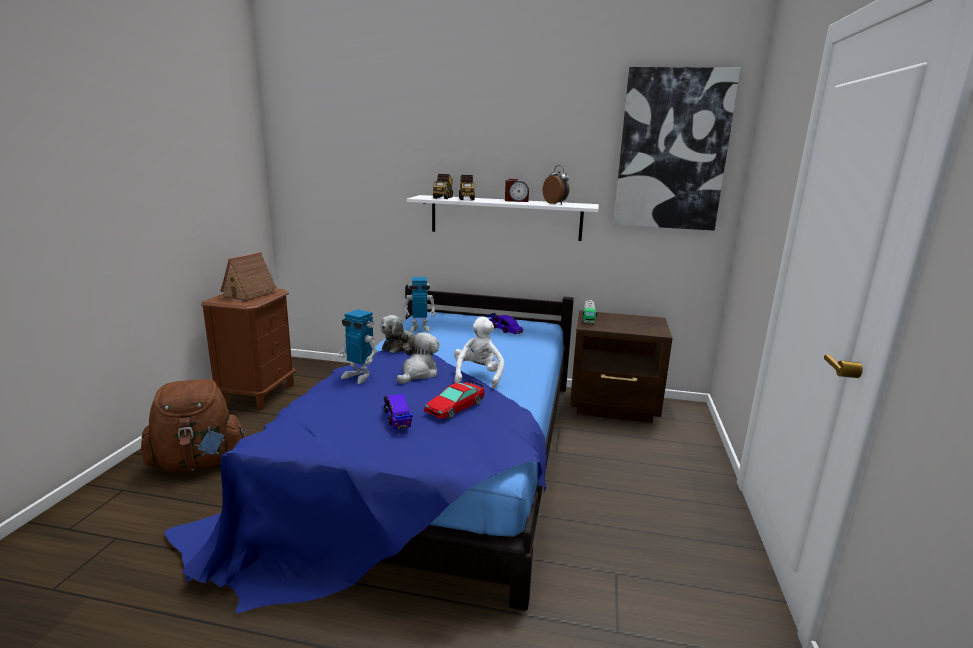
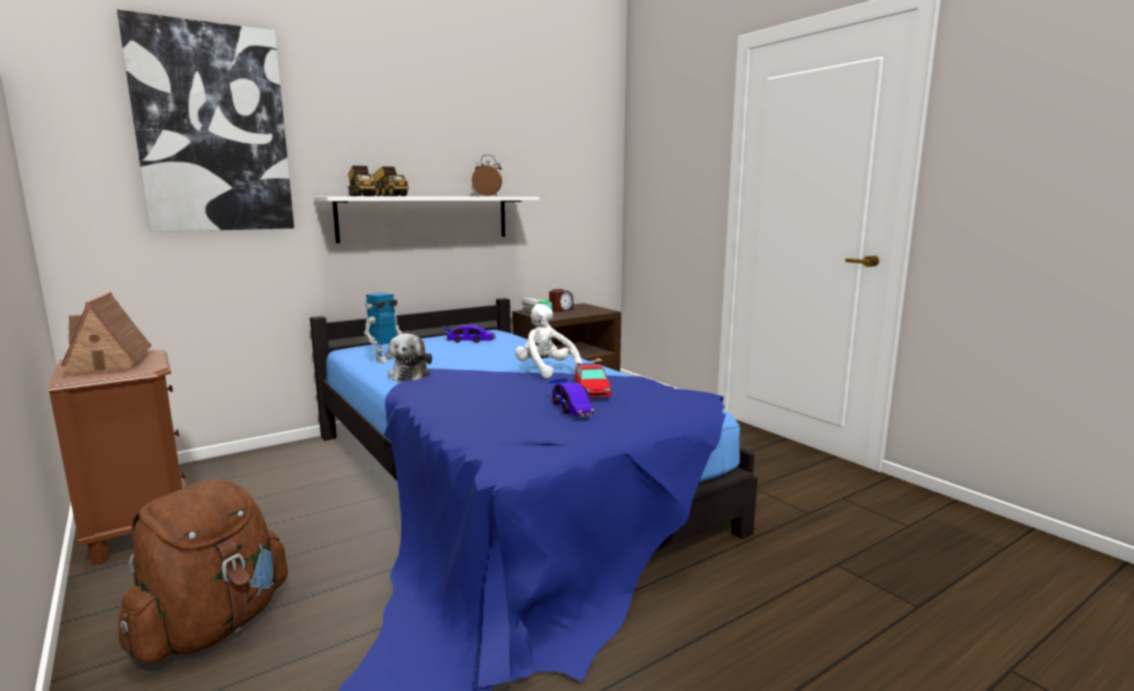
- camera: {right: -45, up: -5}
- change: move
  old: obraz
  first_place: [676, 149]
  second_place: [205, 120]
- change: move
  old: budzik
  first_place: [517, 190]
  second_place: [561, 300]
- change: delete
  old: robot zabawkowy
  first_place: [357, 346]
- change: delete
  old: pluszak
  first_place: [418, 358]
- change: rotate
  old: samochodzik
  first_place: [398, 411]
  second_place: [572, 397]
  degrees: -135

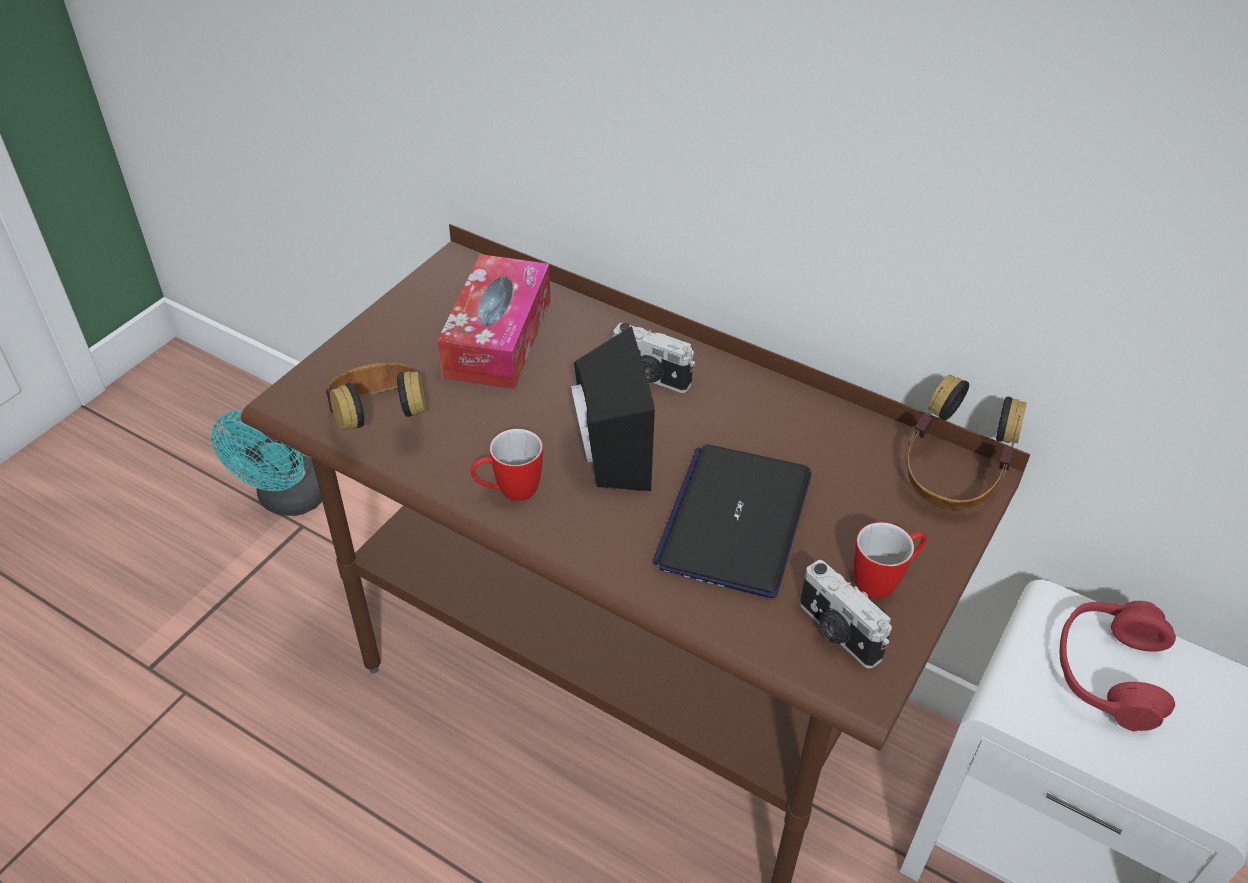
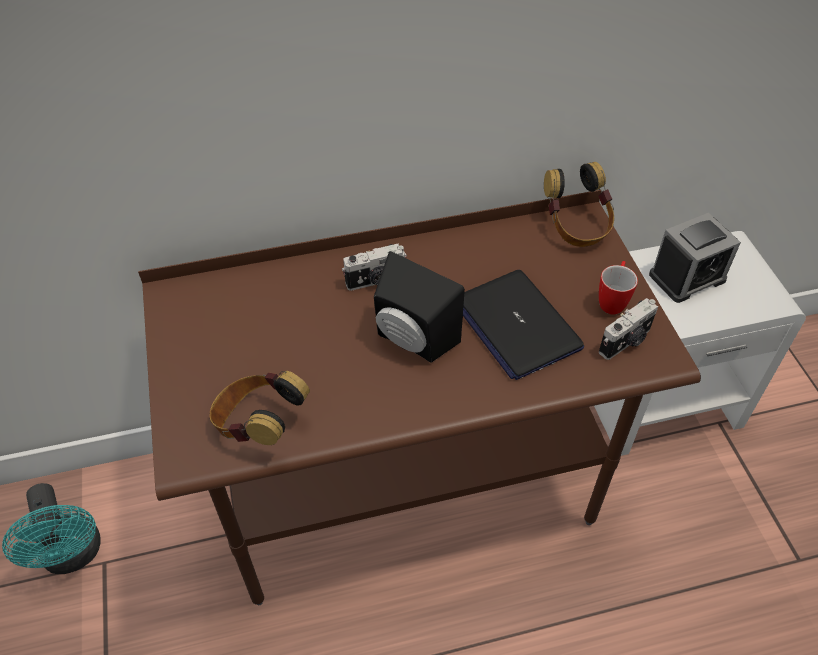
- camera: {right: -45, up: 5}
- change: delete
  old: pudełko chusteczek
  first_place: [494, 321]
- change: delete
  old: kubek
  first_place: [507, 465]
- change: rotate
  old: aparat fotograficzny
  first_place: [846, 614]
  second_place: [628, 329]
  degrees: -45
- change: replace
  old: słuchawki/czerwony
  new: budzik
  first_place: [1118, 666]
  second_place: [695, 258]

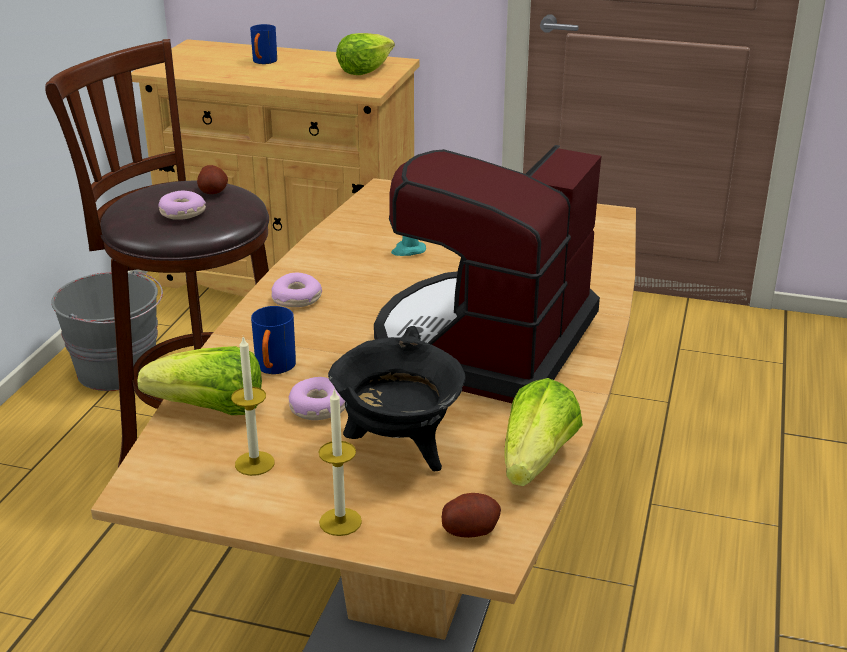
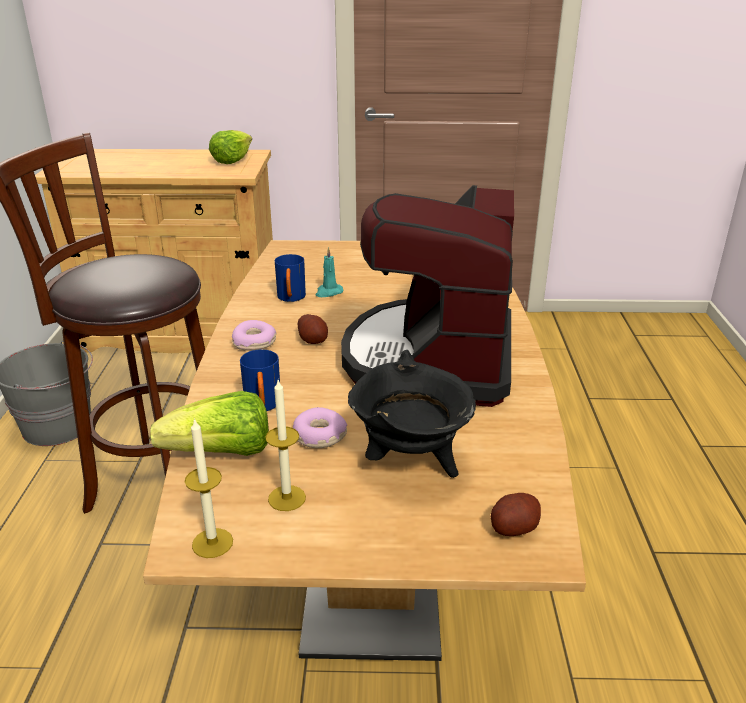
- camera: {right: -15, up: 0}
- change: move
  old: kubek/niebieski
  first_place: [263, 44]
  second_place: [290, 278]
- change: move
  old: ziemniak
  first_place: [212, 179]
  second_place: [313, 329]
- change: delete
  old: donut
  first_place: [182, 205]
- change: delete
  old: sałata
  first_place: [543, 432]
- change: move
  old: świeca
  first_place: [340, 462]
  second_place: [209, 488]

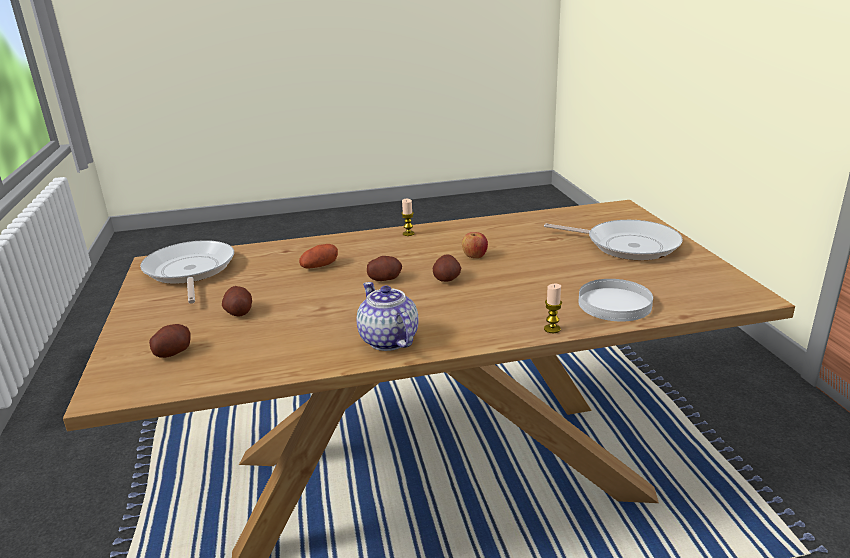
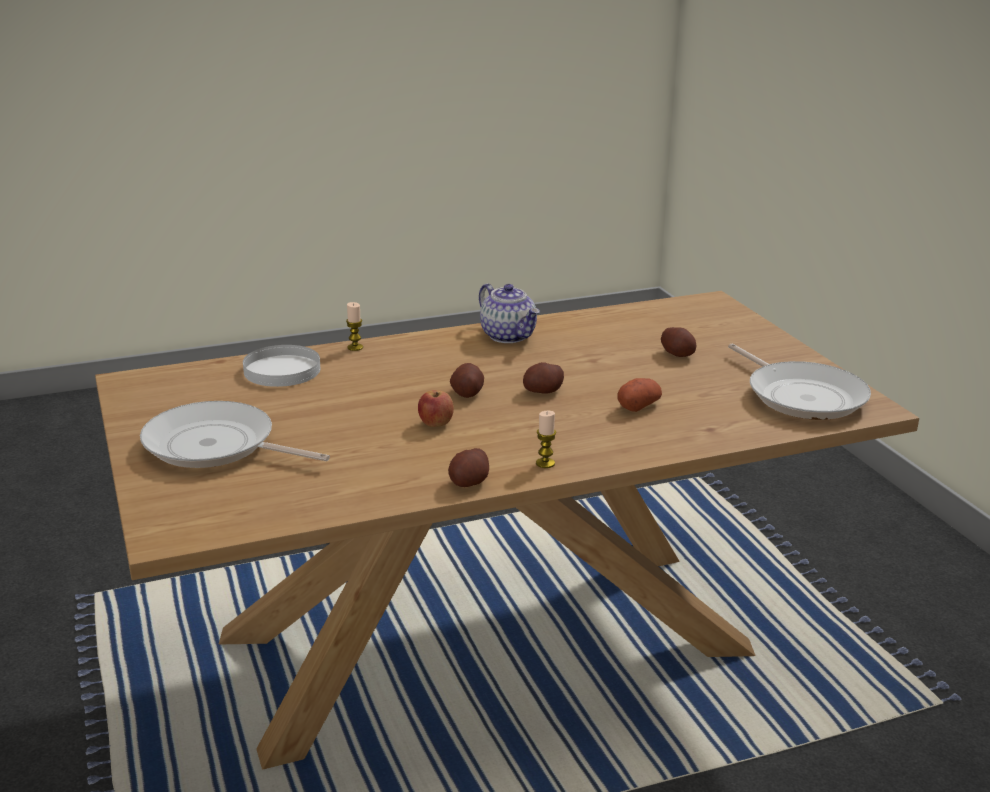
- camera: {right: 170, up: 0}
- change: move
  old: ziemniak
  first_place: [169, 341]
  second_place: [468, 467]

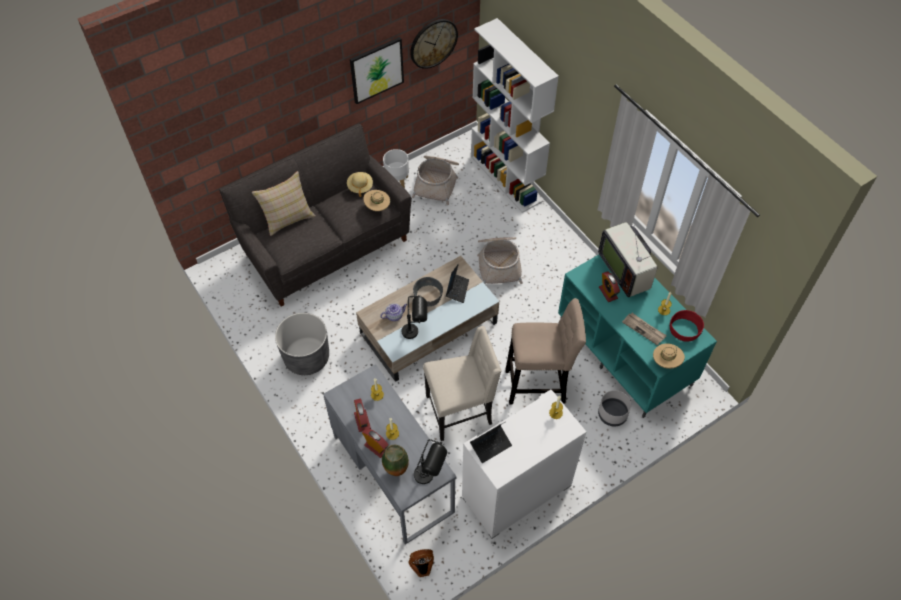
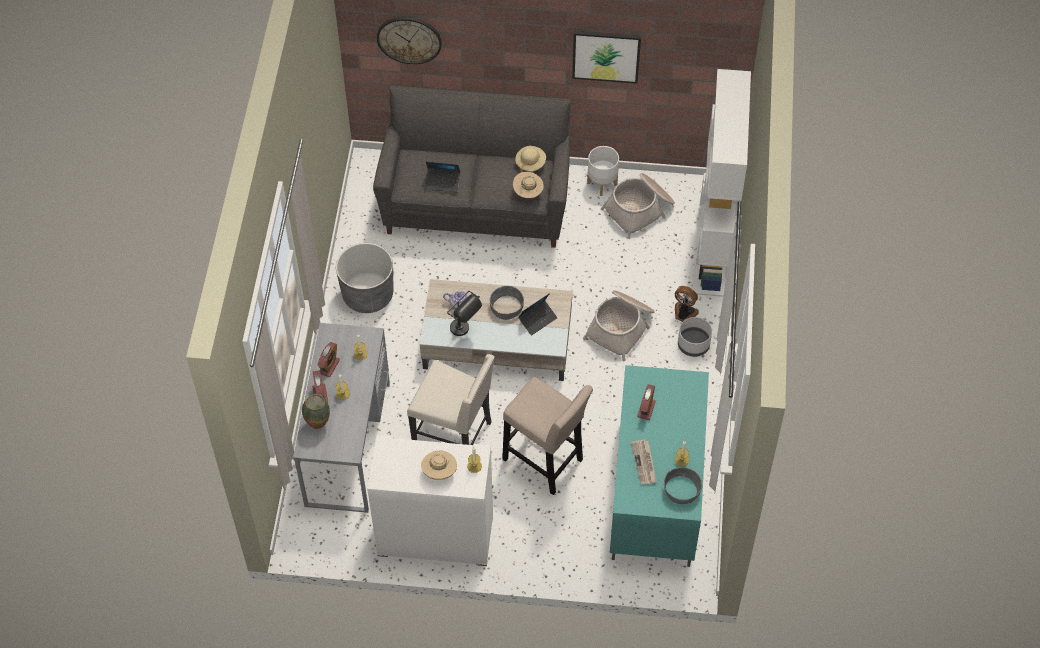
- camera: {right: 40, up: 0}
- change: move
  old: zegar ścienny
  first_place: [434, 44]
  second_place: [409, 40]
- change: delete
  old: poduszka/beżowy
  first_place: [283, 203]
- change: delete
  old: telewizor
  first_place: [627, 259]
- change: recolor
  old: miska/czerwony
  new: miska/szary
  first_place: [687, 326]
  second_place: [683, 485]
- change: move
  old: kapelusz/beżowy
  first_place: [669, 356]
  second_place: [439, 465]
- change: move
  old: donica/szary
  first_place: [614, 408]
  second_place: [695, 337]
- change: move
  old: laptop
  first_place: [491, 442]
  second_place: [442, 177]
- change: delete
  old: lampa stołowa/czarny
  first_place: [430, 461]
- change: move
  old: wentylator
  first_place: [421, 563]
  second_place: [687, 304]

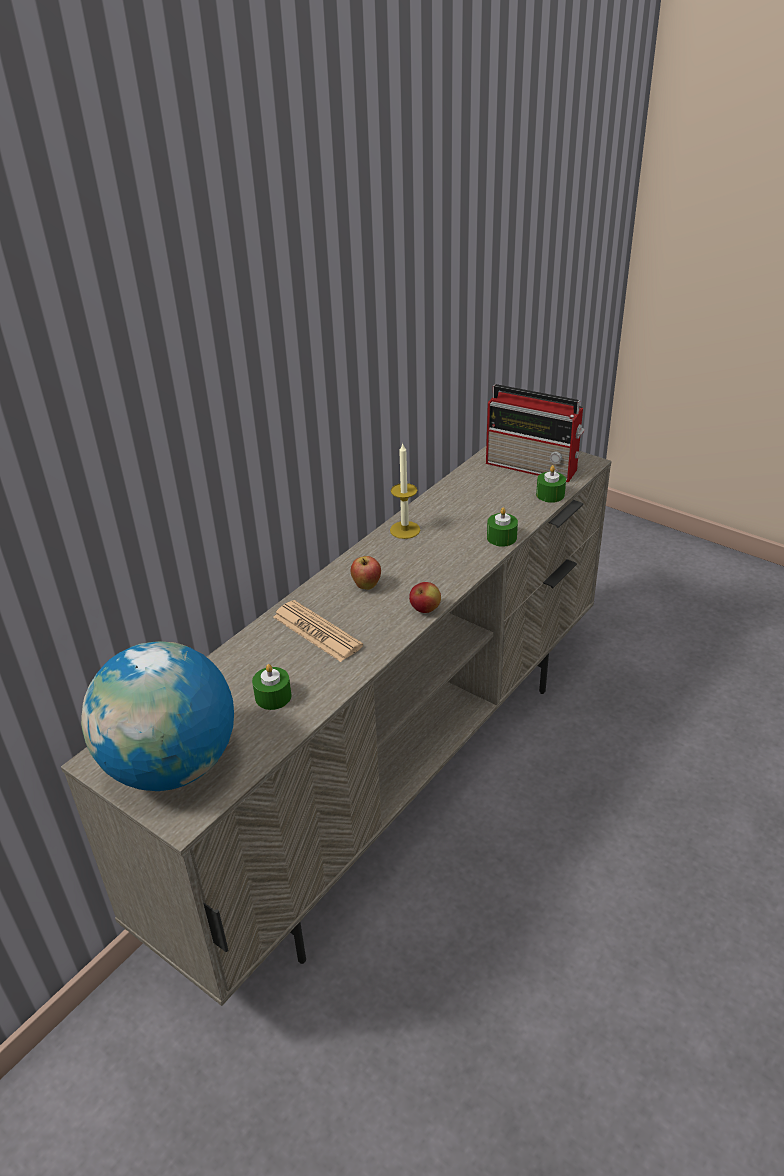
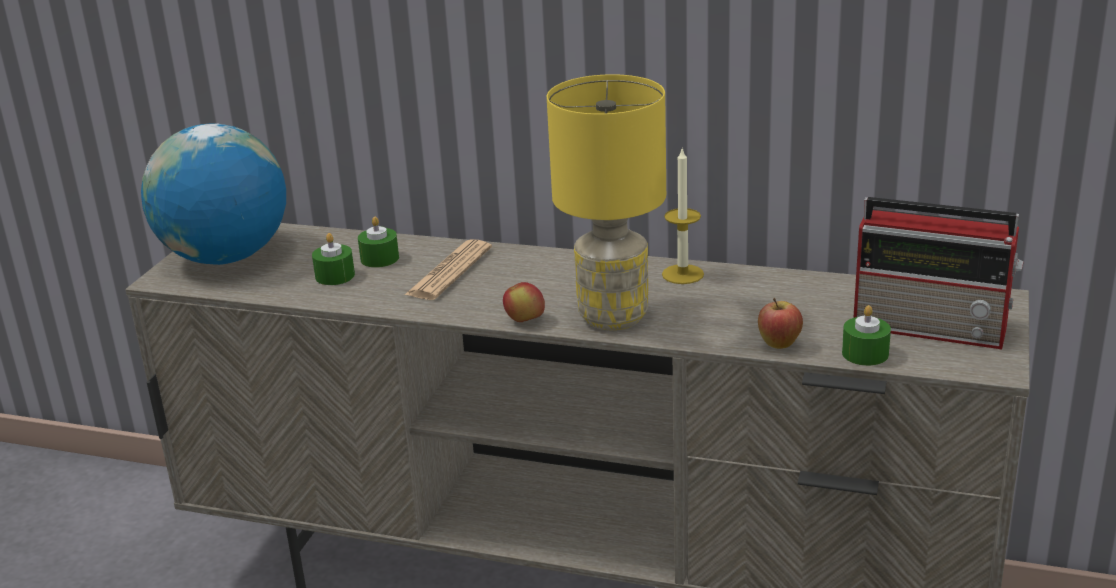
- camera: {right: 70, up: -10}
- change: rotate
  old: radio
  first_place: [535, 433]
  second_place: [938, 273]
  degrees: -75
- change: move
  old: świeca/zielony
  first_place: [502, 527]
  second_place: [378, 242]
- change: move
  old: jabłko
  first_place: [366, 573]
  second_place: [780, 323]
- change: insert
  new: lampa stołowa/żółty
  second_place: [606, 202]

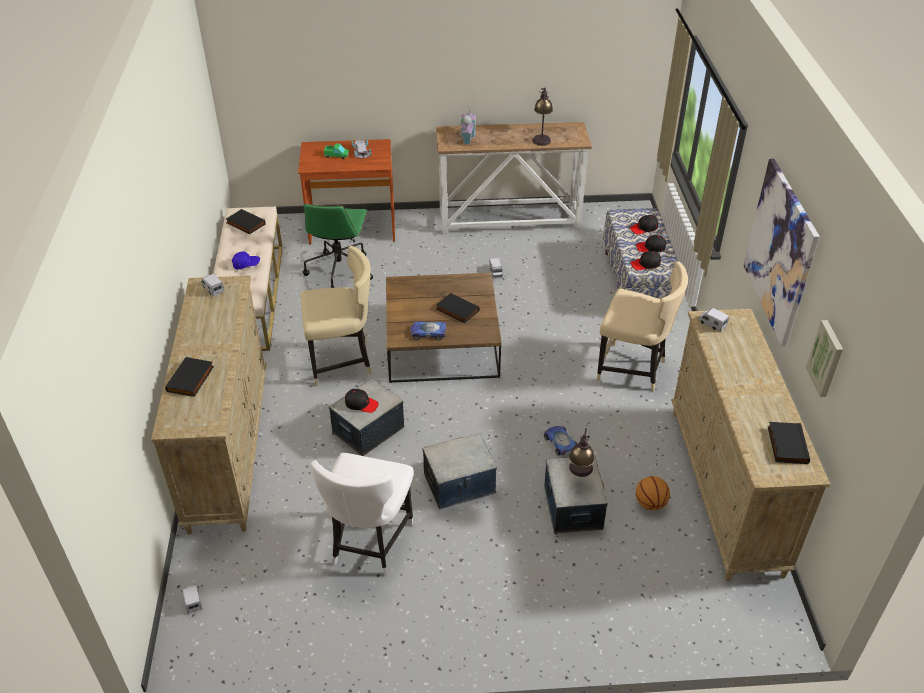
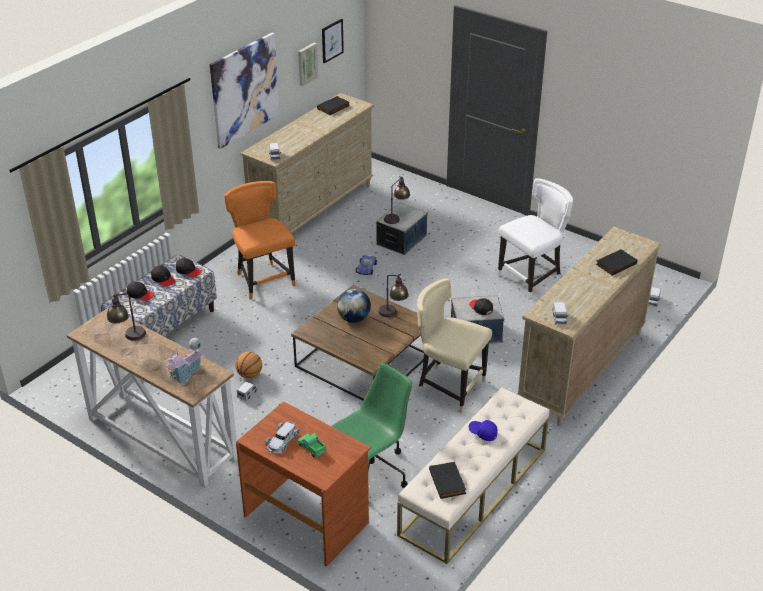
- camera: {right: -140, up: -5}
- change: recolor
  old: krzesło/beżowy
  new: krzesło/pomarańczowy
  first_place: [642, 327]
  second_place: [260, 240]
- change: replace
  old: książka/czarny
  new: globus
  first_place: [458, 308]
  second_place: [354, 306]
- change: replace
  old: samochodzik
  new: lampa stołowa
  first_place: [428, 330]
  second_place: [393, 295]
- change: delete
  old: pojemnik do przechowywania
  first_place: [459, 471]
- change: move
  old: piłka do koszykówki
  first_place: [653, 493]
  second_place: [248, 364]
- change: insert
  new: obraz
  second_place: [333, 41]

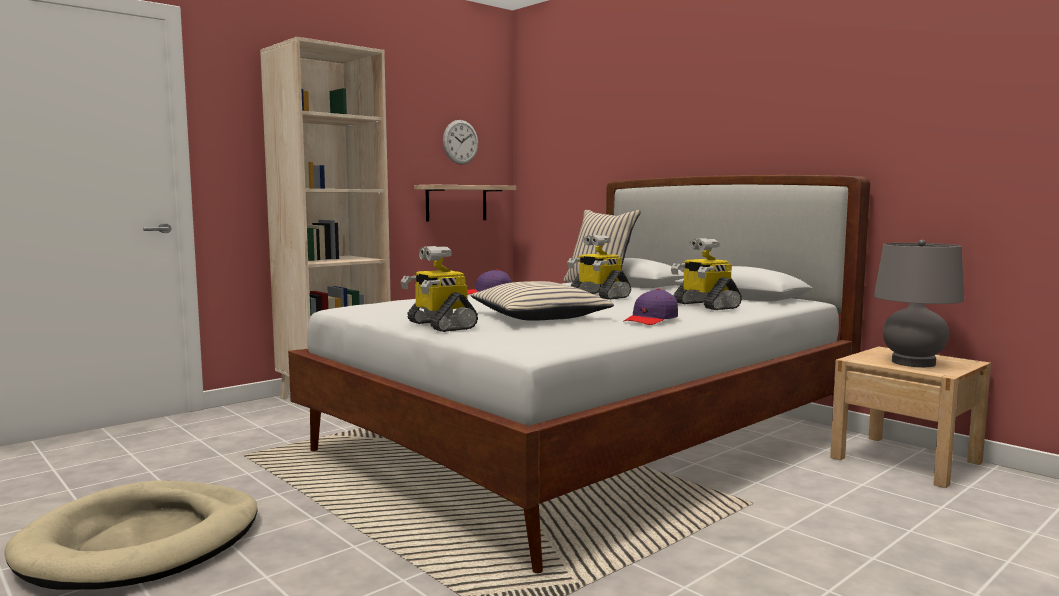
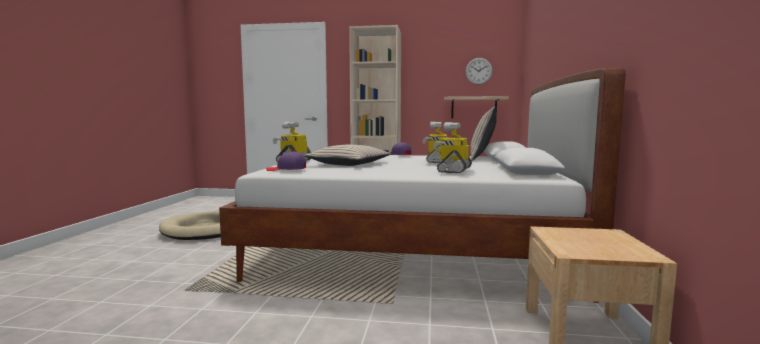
- camera: {right: 50, up: 0}
- change: delete
  old: lampa stołowa/szary
  first_place: [919, 303]
- change: move
  old: czapka z daszkiem/fioletowy
  first_place: [650, 307]
  second_place: [286, 161]

